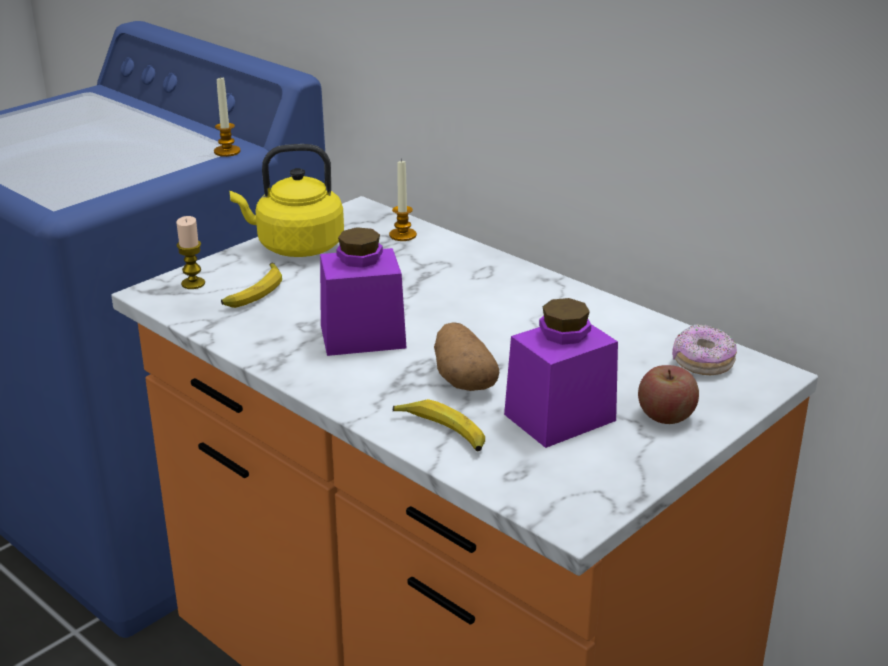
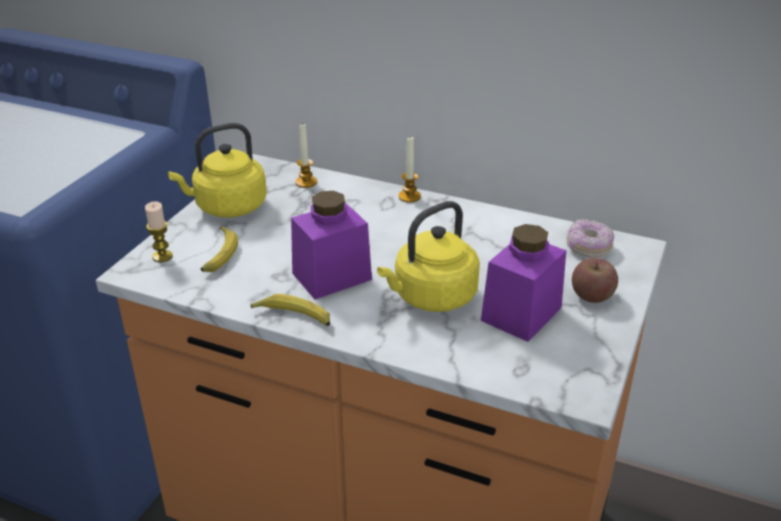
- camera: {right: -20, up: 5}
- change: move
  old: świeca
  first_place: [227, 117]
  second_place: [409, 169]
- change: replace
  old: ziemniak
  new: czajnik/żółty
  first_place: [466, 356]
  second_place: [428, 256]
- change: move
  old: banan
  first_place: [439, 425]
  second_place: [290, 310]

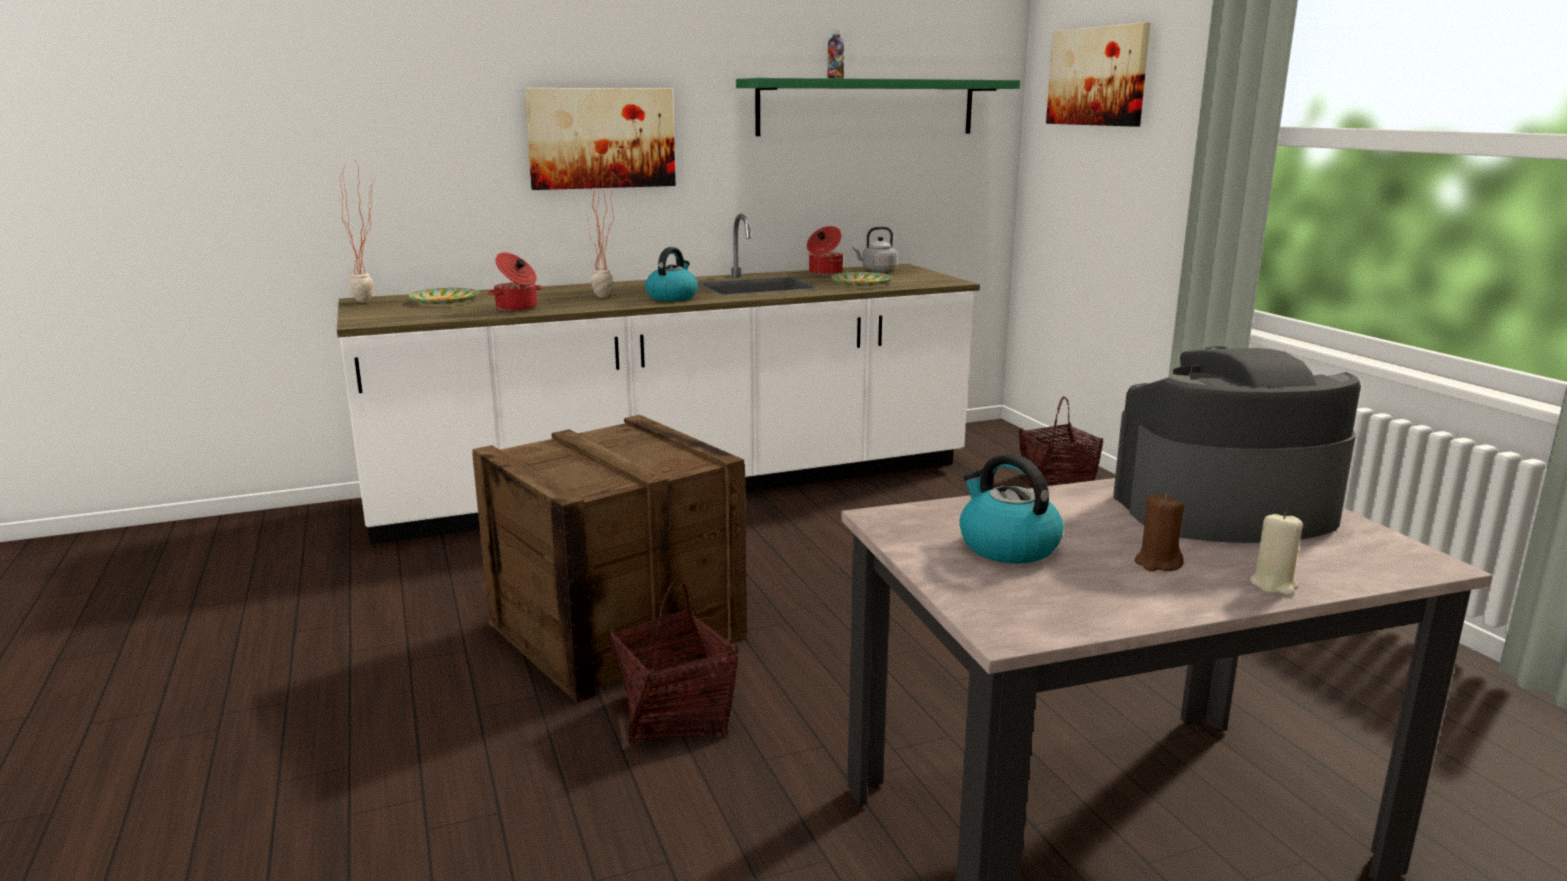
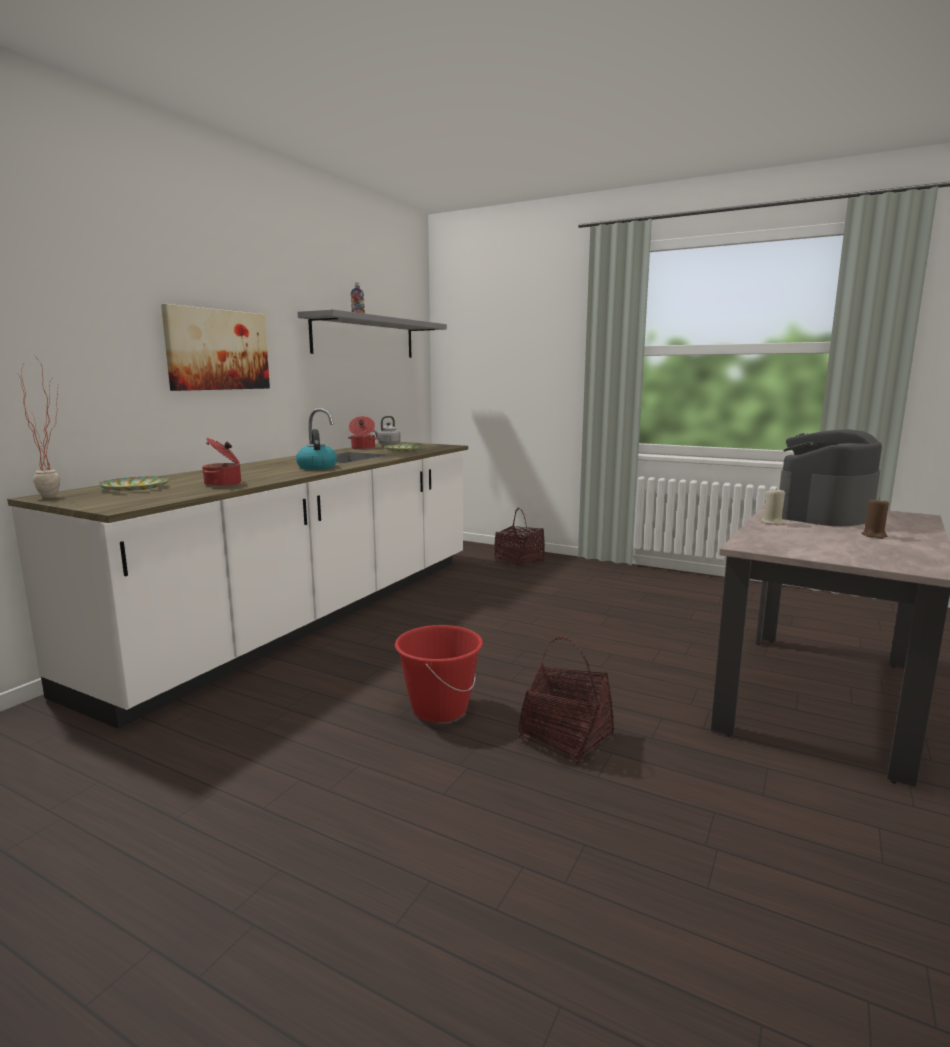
- camera: {right: -40, up: -5}
- change: delete
  old: obraz
  first_place: [1098, 74]
- change: recolor
  old: półka/zielony
  new: półka/szary
  first_place: [878, 107]
  second_place: [372, 333]
- change: delete
  old: roślina doniczkowa
  first_place: [600, 229]
- change: replace
  old: skrzynka
  new: wiadro/czerwony
  first_place: [609, 559]
  second_place: [439, 674]
- change: delete
  old: czajnik
  first_place: [1011, 508]
- change: move
  old: świeca/beżowy
  first_place: [1276, 554]
  second_place: [773, 506]

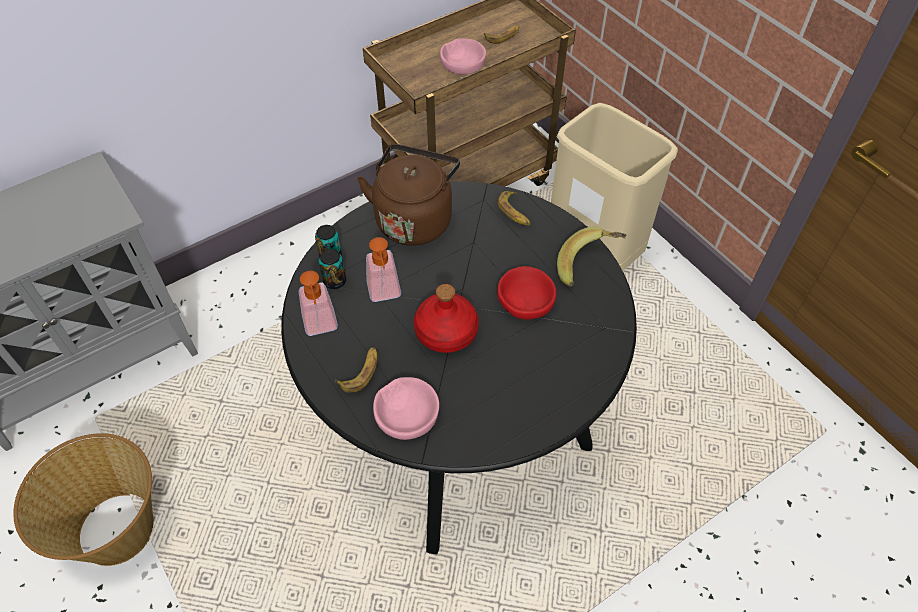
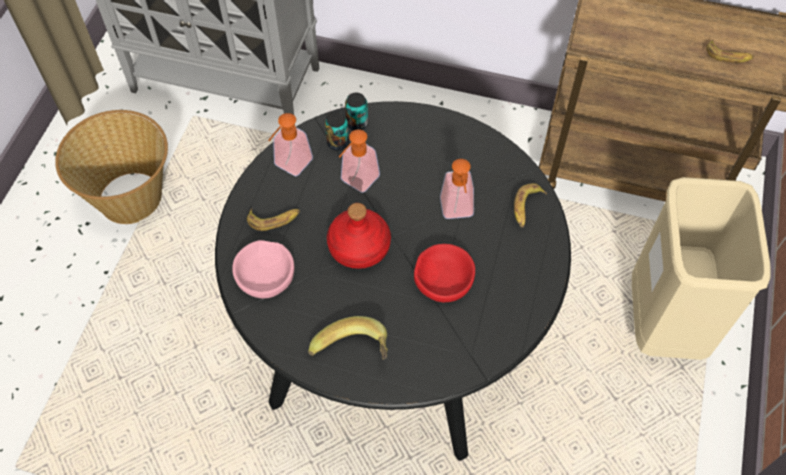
- camera: {right: 50, up: 5}
- change: delete
  old: miska/różowy
  first_place: [463, 56]
- change: delete
  old: czajnik/brązowy
  first_place: [408, 195]
- change: move
  old: banan
  first_place: [591, 256]
  second_place: [348, 338]
- change: insert
  new: dozownik mydła
  second_place: [457, 189]

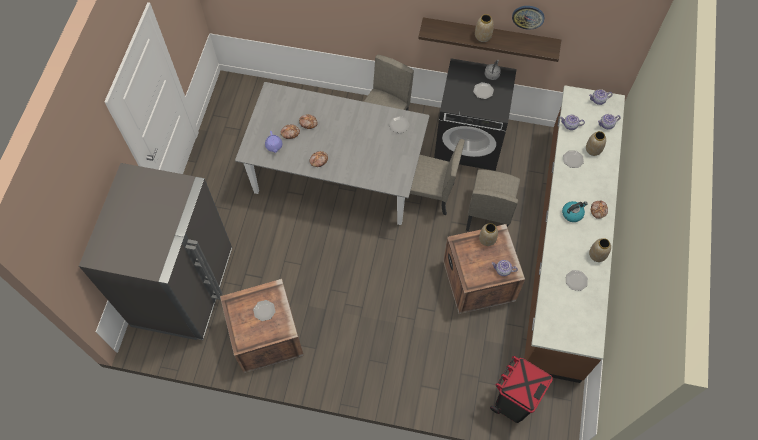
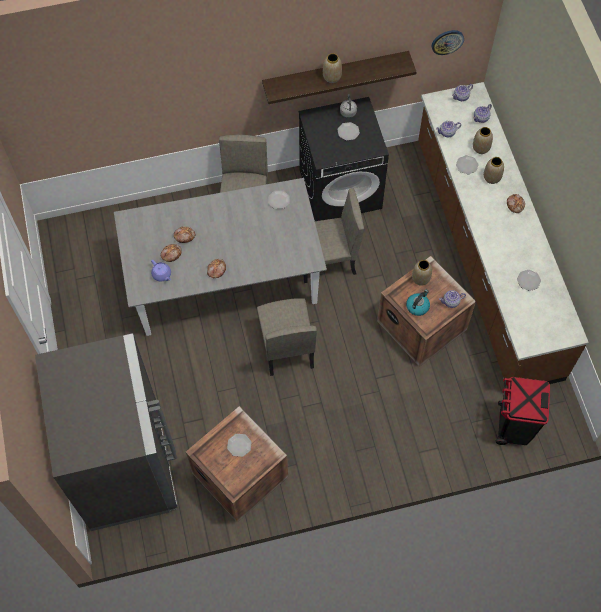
- camera: {right: -25, up: 0}
- change: move
  old: zegar ścienny
  first_place: [528, 18]
  second_place: [448, 42]
- change: move
  old: krzesło/beżowy
  first_place: [493, 200]
  second_place: [287, 337]
- change: move
  old: czajnik
  first_place: [575, 211]
  second_place: [418, 303]
- change: move
  old: wazon
  first_place: [600, 250]
  second_place: [494, 170]

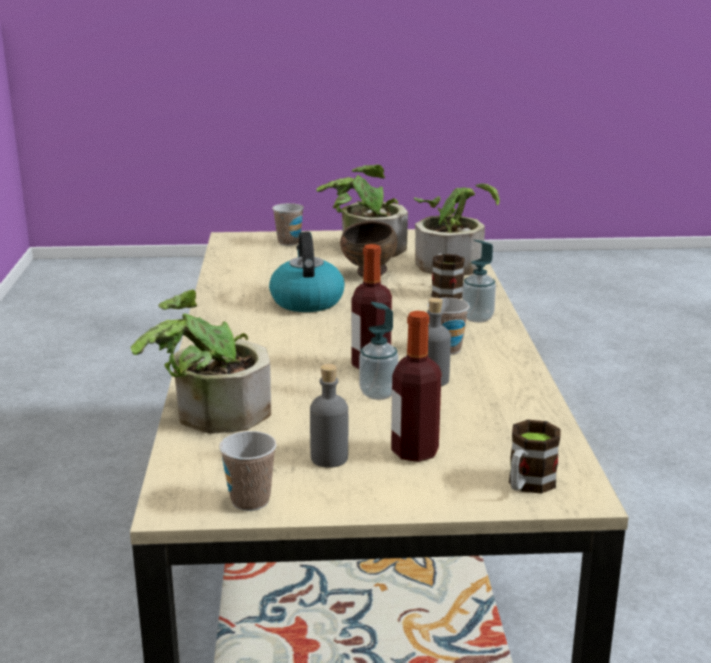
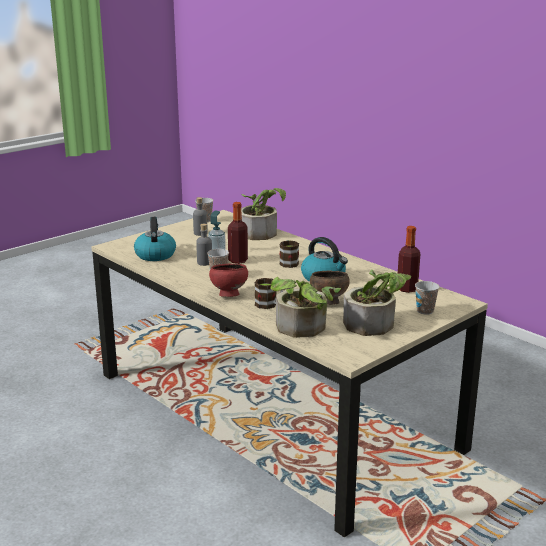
- camera: {right: 140, up: 0}
- change: replace
  old: dozownik mydła
  new: miska/czerwony
  first_place: [479, 281]
  second_place: [228, 280]
- change: move
  old: butelka
  first_place: [416, 386]
  second_place: [409, 259]
- change: move
  old: kubek
  first_place: [535, 457]
  second_place: [289, 254]
- change: insert
  new: czajnik
  second_place: [155, 239]

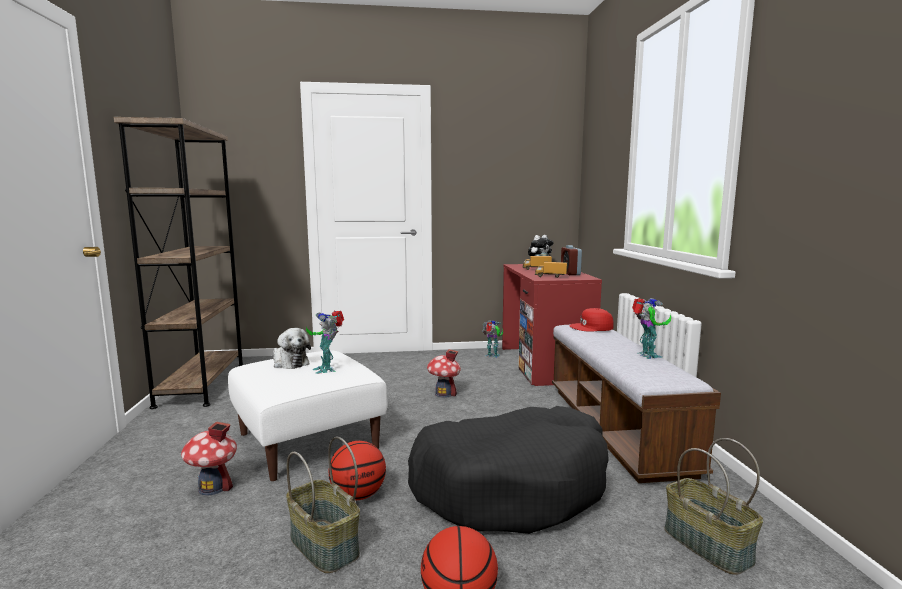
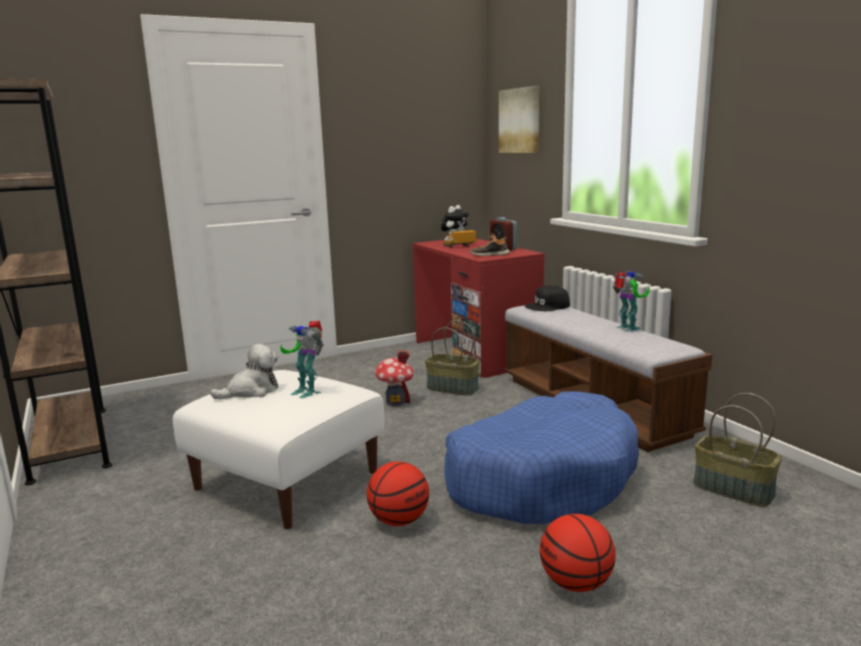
- camera: {right: -20, up: 5}
- change: replace
  old: ciężarówka zabawkowa
  new: but
  first_place: [551, 270]
  second_place: [489, 245]
- change: recolor
  old: czapka z daszkiem/czerwony
  new: czapka z daszkiem/czarny
  first_place: [591, 320]
  second_place: [547, 298]
- change: delete
  old: robot zabawkowy
  first_place: [493, 339]
- change: rotate
  old: pluszak
  first_place: [292, 348]
  second_place: [244, 372]
  degrees: -60
- change: recolor
  old: legowisko/czarny
  new: legowisko/niebieski
  first_place: [508, 470]
  second_place: [541, 457]
- change: delete
  old: domek
  first_place: [209, 458]
- change: move
  old: koszyk
  first_place: [323, 505]
  second_place: [452, 358]
- change: insert
  new: obraz
  second_place: [519, 119]

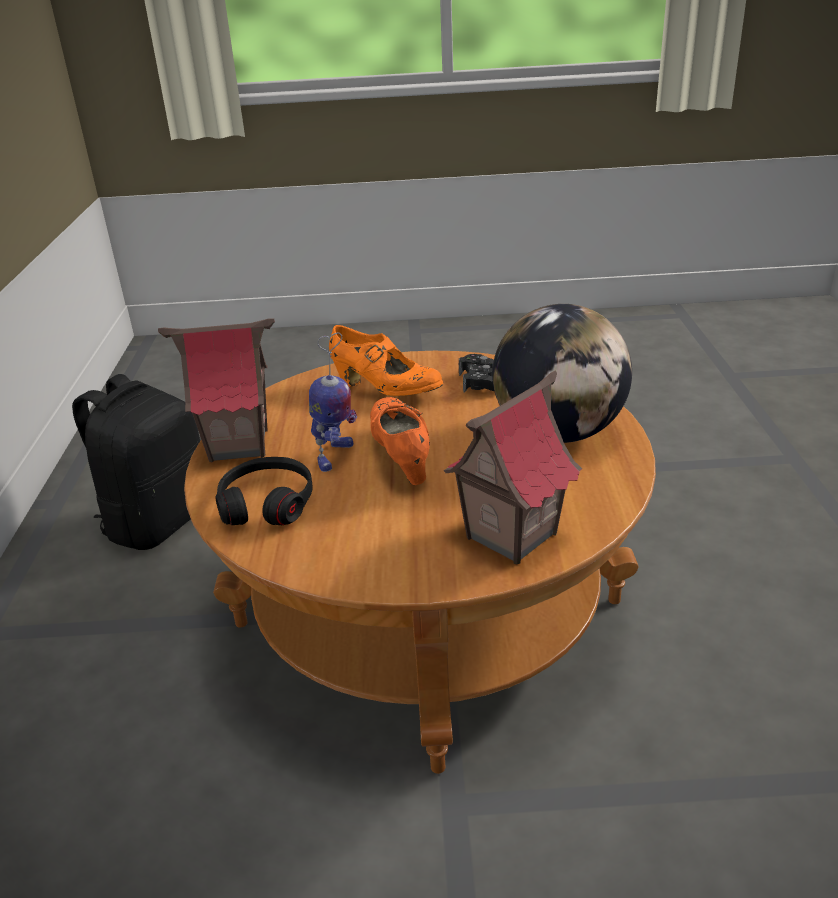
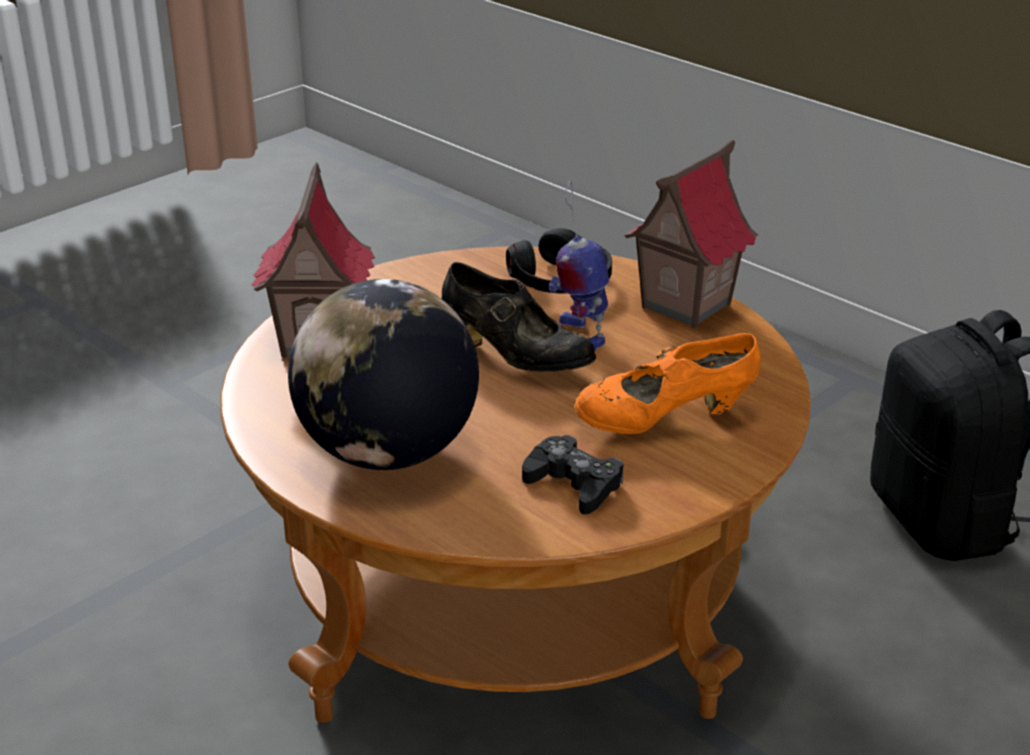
- camera: {right: 135, up: 0}
- change: recolor
  old: but/pomarańczowy
  new: but/czarny
  first_place: [400, 441]
  second_place: [519, 317]

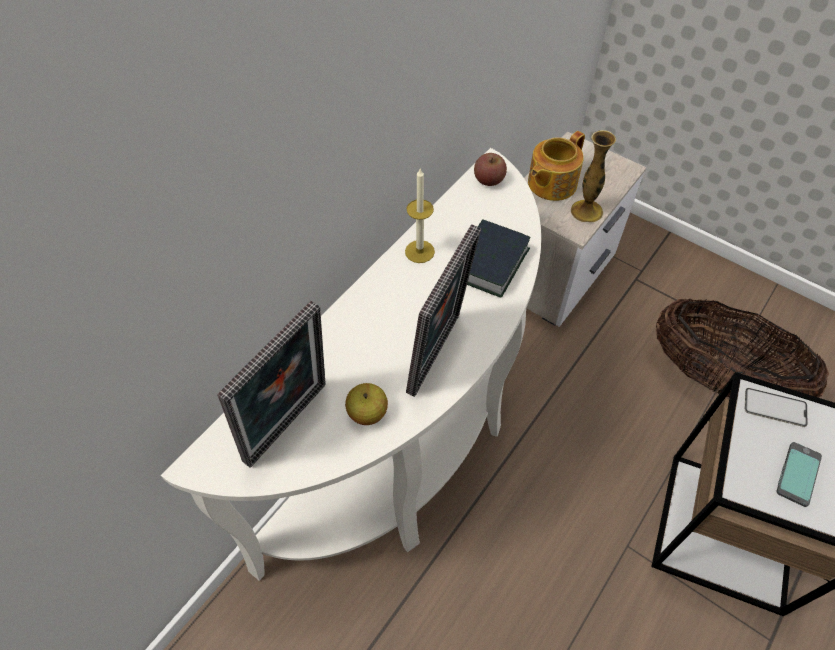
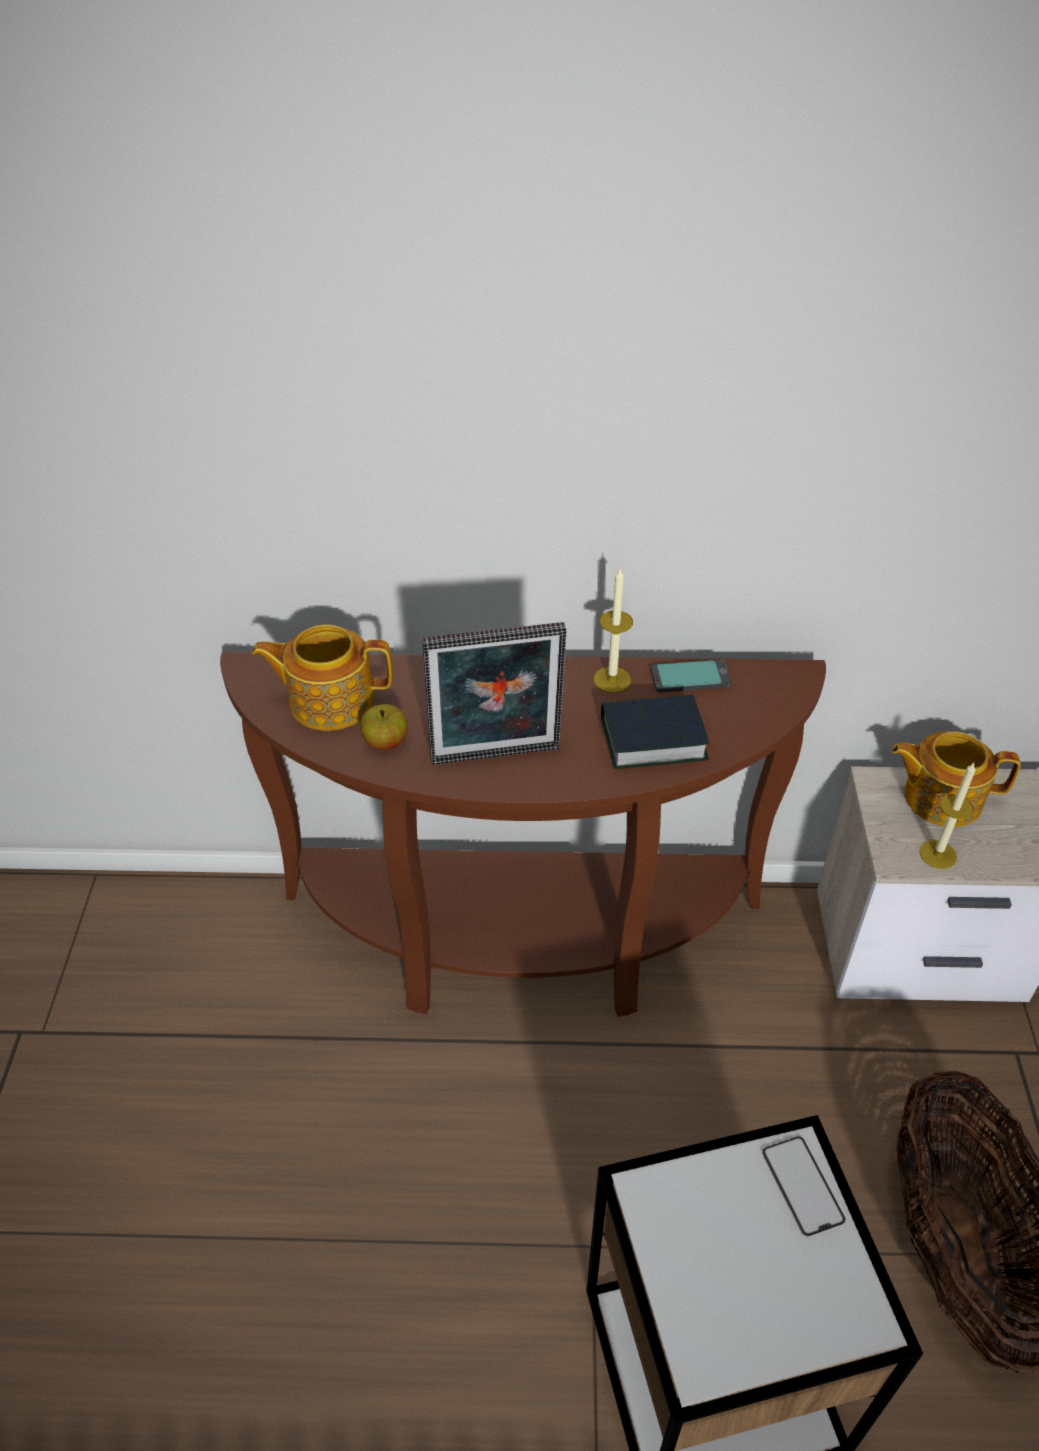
- camera: {right: 55, up: -10}
- change: replace
  old: wazon
  new: świeca
  first_place: [593, 176]
  second_place: [947, 816]
- change: recolor
  old: stolik konsolowy/biały
  new: stolik konsolowy/brązowy
  first_place: [351, 364]
  second_place: [523, 834]
- change: delete
  old: jabłko
  first_place: [490, 169]
- change: replace
  old: ramka na zdjęcie
  new: imbryk
  first_place: [271, 384]
  second_place: [322, 677]
- change: move
  old: telefon
  first_place: [799, 474]
  second_place: [691, 676]

